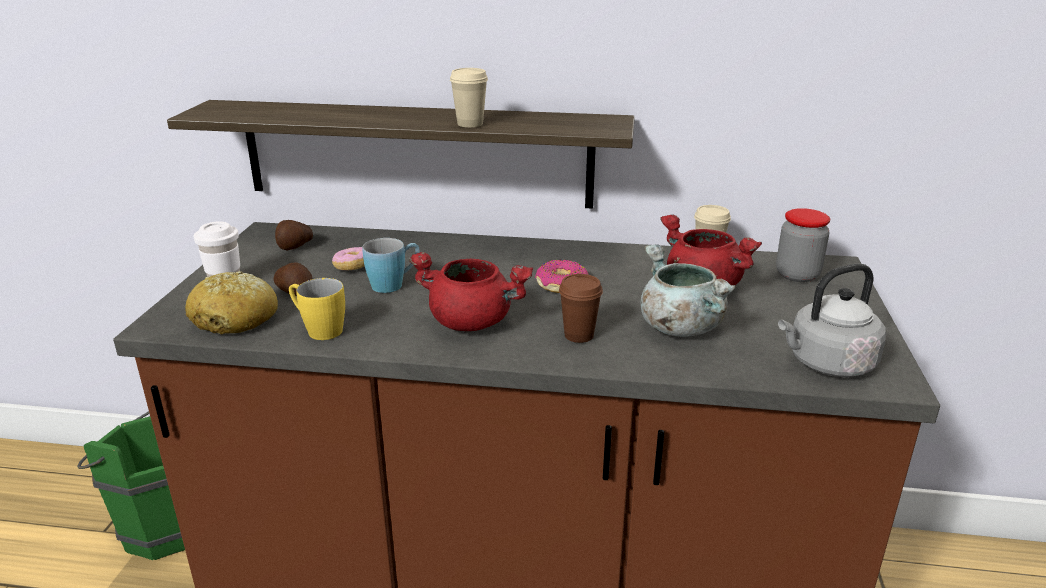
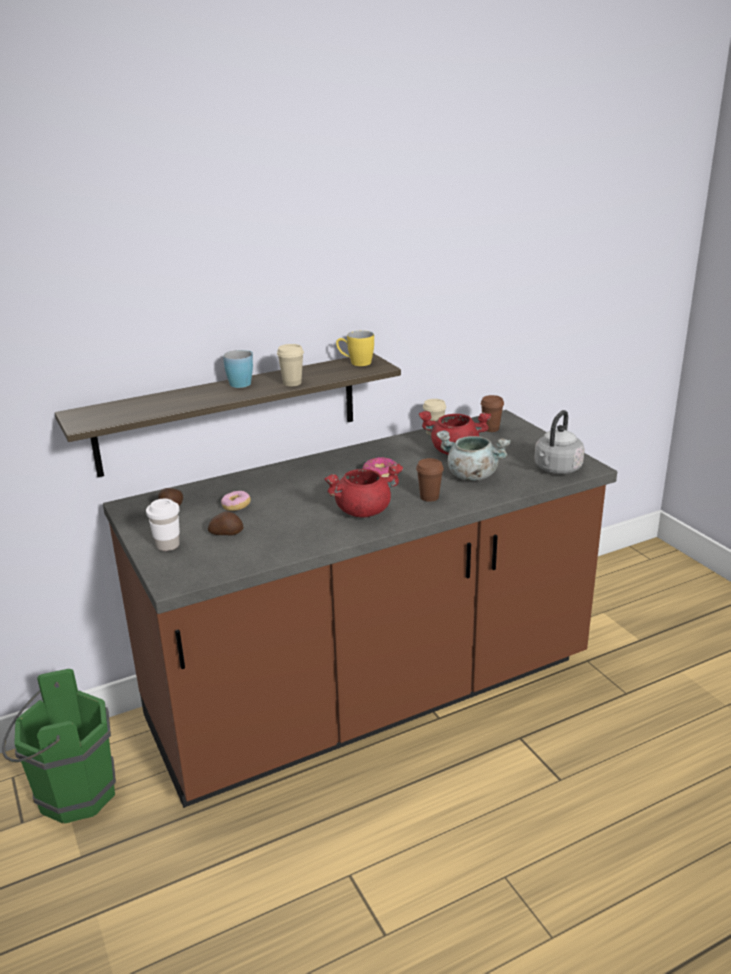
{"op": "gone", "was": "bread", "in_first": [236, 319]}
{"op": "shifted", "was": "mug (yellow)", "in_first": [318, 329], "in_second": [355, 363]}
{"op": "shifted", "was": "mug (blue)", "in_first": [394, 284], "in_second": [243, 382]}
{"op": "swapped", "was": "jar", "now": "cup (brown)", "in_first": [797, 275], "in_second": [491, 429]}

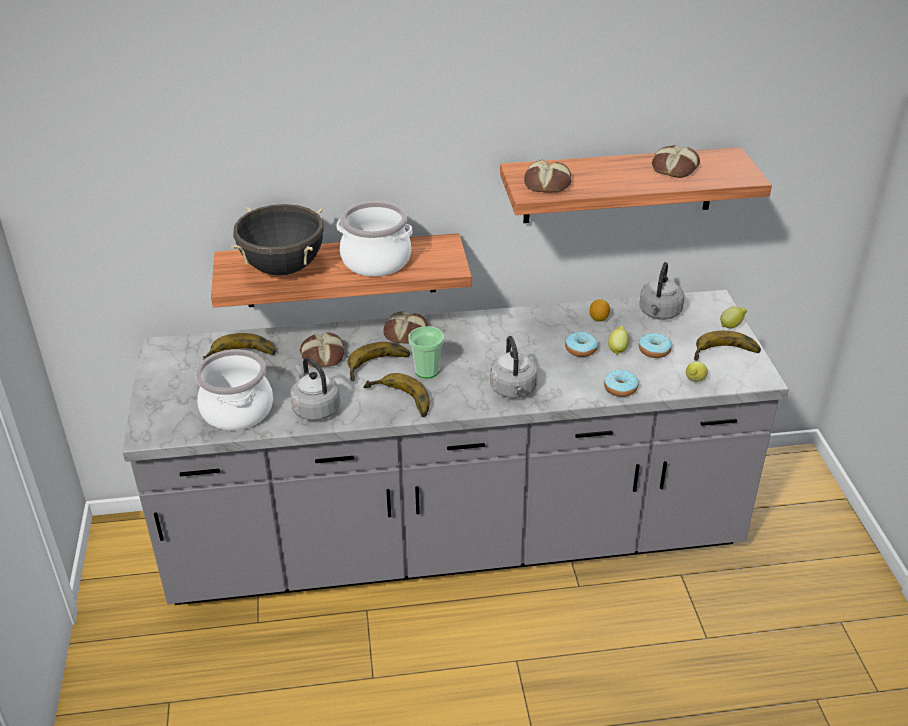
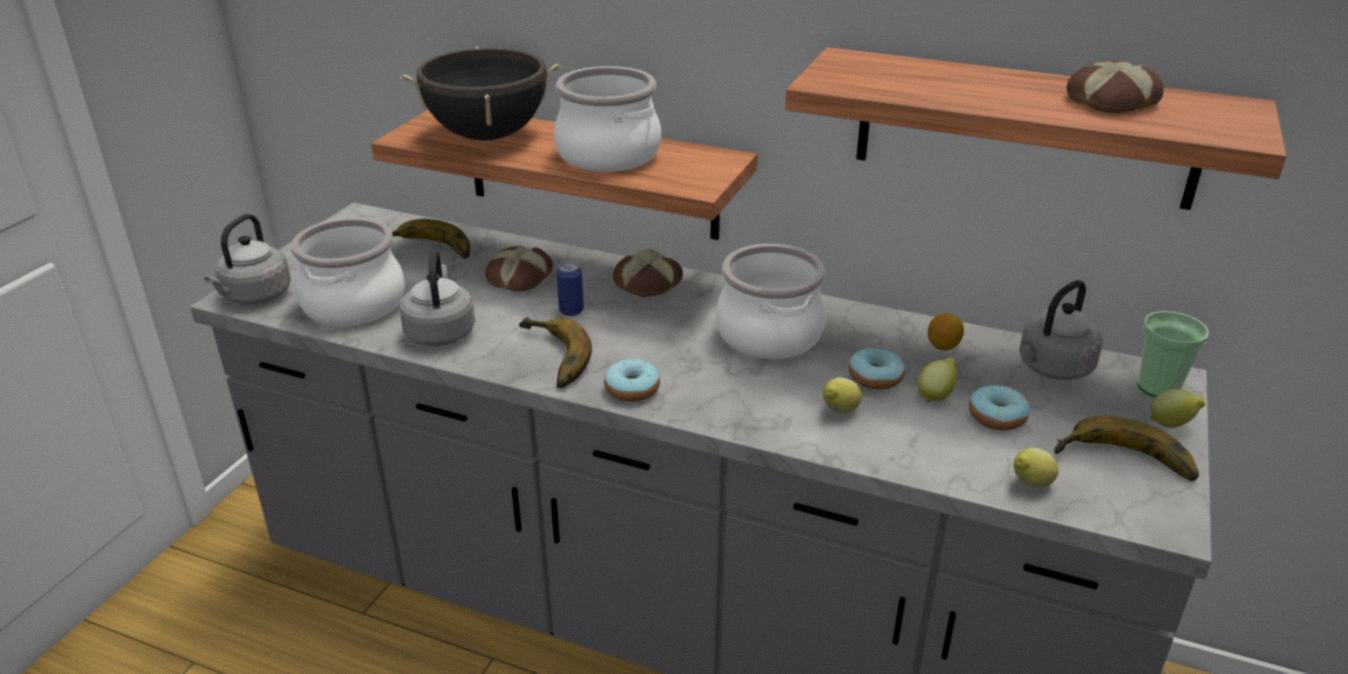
{"op": "gone", "was": "bread", "in_first": [548, 183]}
{"op": "new", "now": "cooking pot", "in_second": [768, 335]}
{"op": "new", "now": "lemon", "in_second": [838, 412]}
{"op": "shifted", "was": "cup", "in_first": [427, 371], "in_second": [1158, 387]}
{"op": "shifted", "was": "kettle (grey)", "in_first": [513, 390], "in_second": [255, 297]}
{"op": "shifted", "was": "donut", "in_first": [620, 388], "in_second": [632, 389]}
{"op": "swapped", "was": "banana", "now": "can", "in_first": [379, 367], "in_second": [571, 311]}

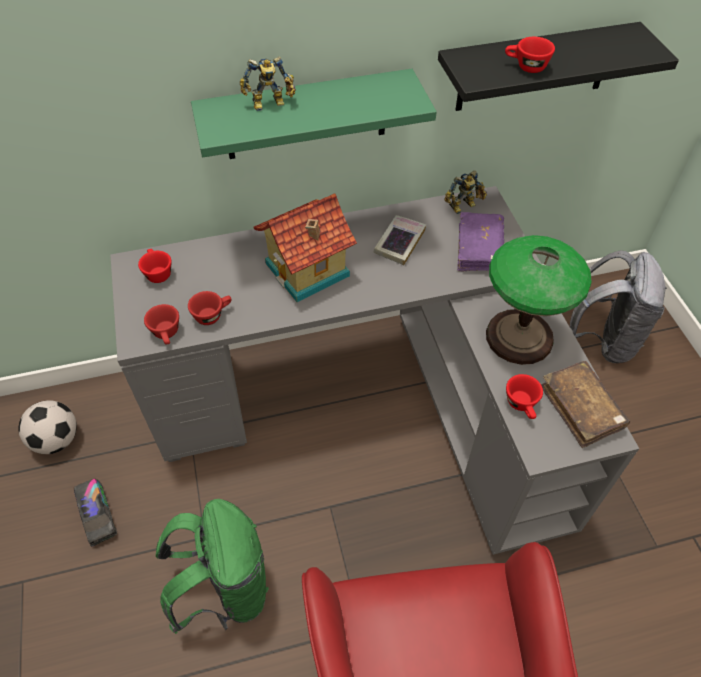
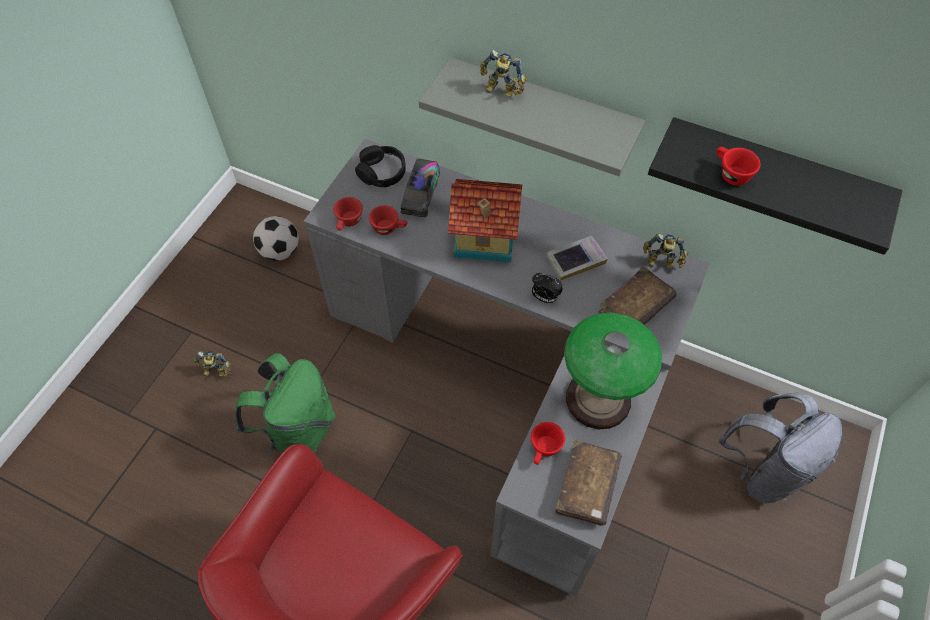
{"op": "new", "now": "toy robot", "in_second": [215, 372]}
{"op": "new", "now": "alarm clock", "in_second": [544, 298]}
{"op": "shifted", "was": "toy truck", "in_first": [98, 516], "in_second": [421, 195]}
{"op": "swapped", "was": "cup (red)", "now": "headphones (black)", "in_first": [157, 273], "in_second": [382, 172]}
{"op": "repainted", "was": "shelf (green)", "now": "shelf (grey)", "in_first": [306, 115], "in_second": [542, 112]}
{"op": "repainted", "was": "book (purple)", "now": "book (brown)", "in_first": [479, 249], "in_second": [635, 307]}

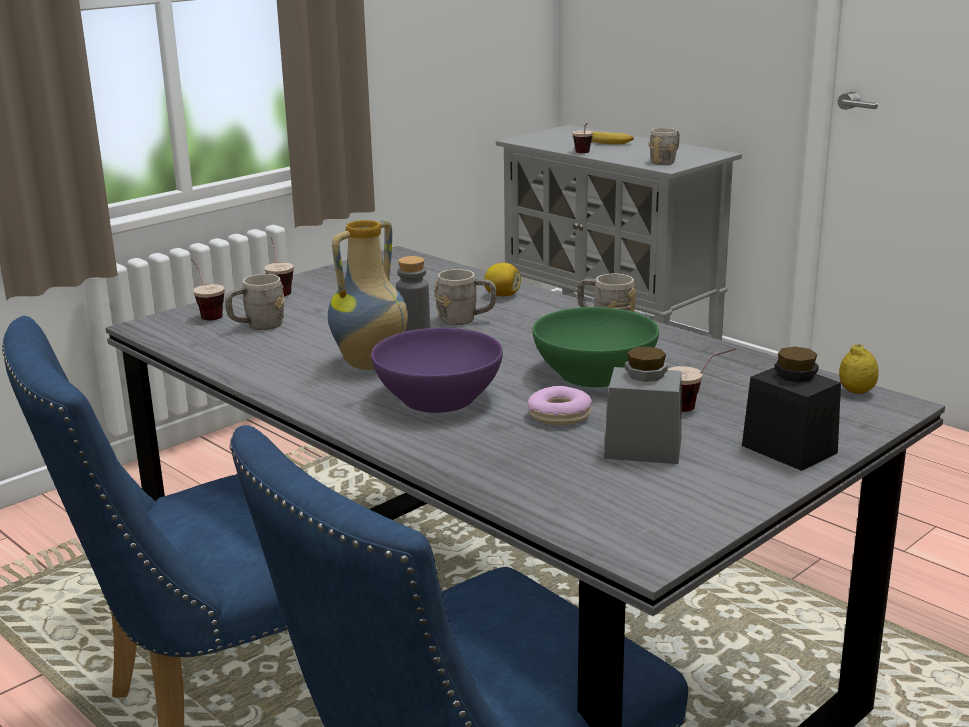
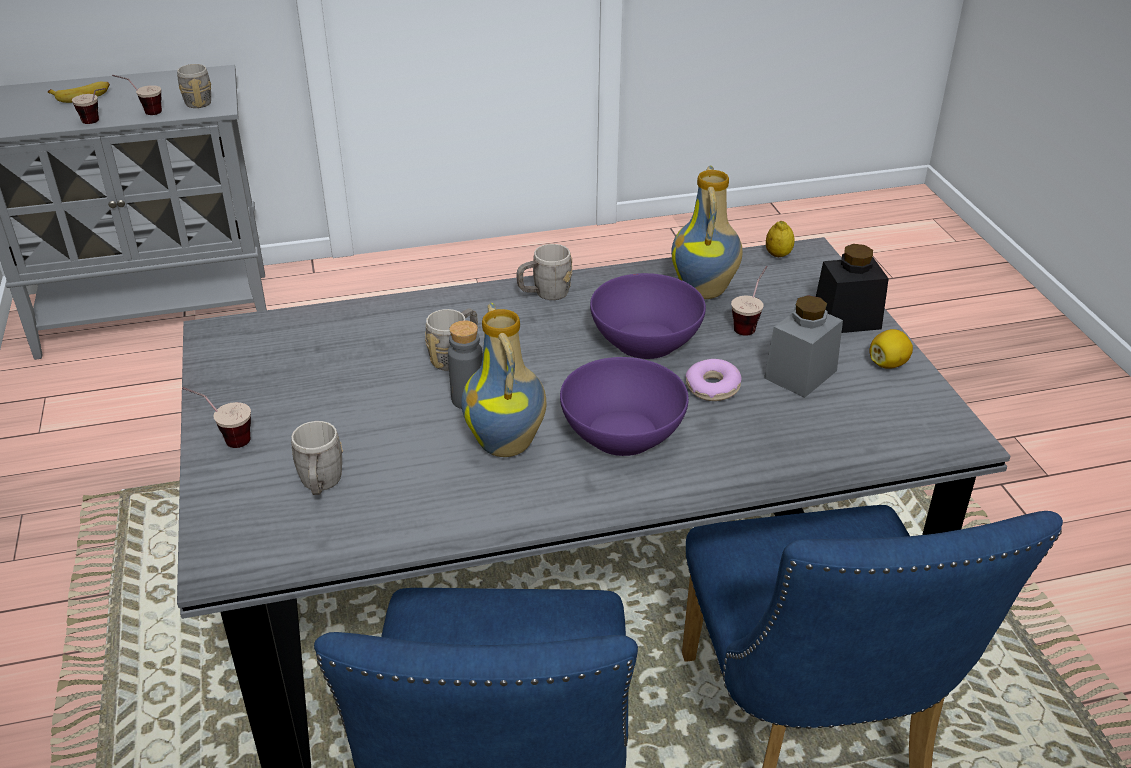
{"op": "new", "now": "vase", "in_second": [705, 291]}
{"op": "shifted", "was": "cup", "in_first": [207, 314], "in_second": [143, 112]}
{"op": "shifted", "was": "lemon", "in_first": [502, 295], "in_second": [888, 364]}
{"op": "repainted", "was": "bowl (green)", "now": "bowl (purple)", "in_first": [594, 373], "in_second": [645, 340]}

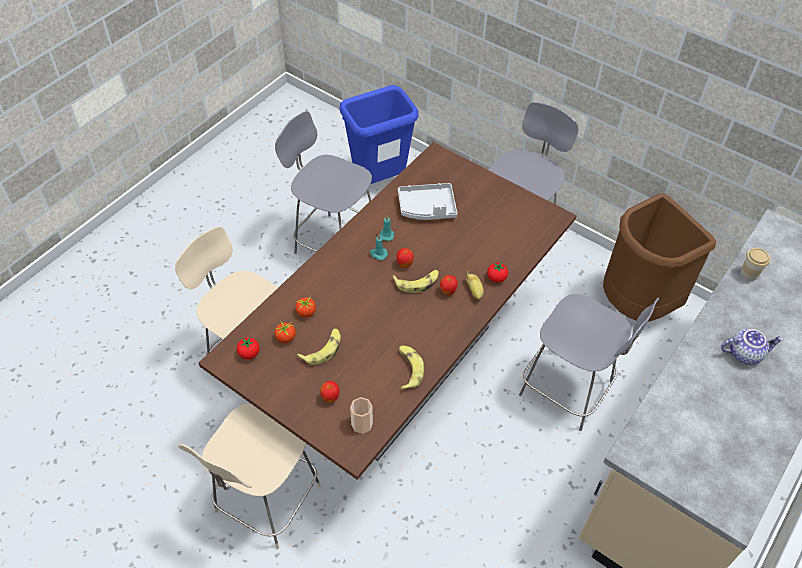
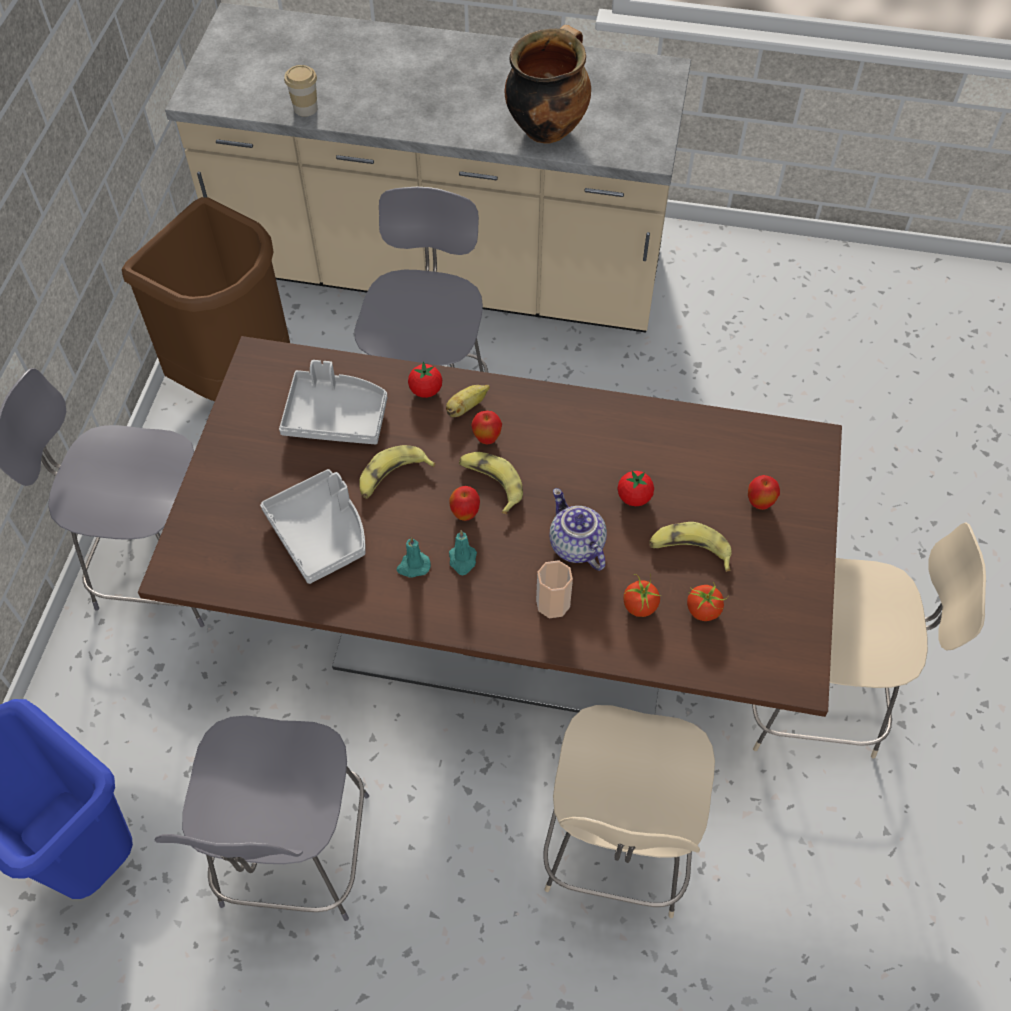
{"op": "new", "now": "tray (grey)", "in_second": [336, 416]}
{"op": "new", "now": "cooking pot", "in_second": [546, 128]}
{"op": "shifted", "was": "tomato", "in_first": [249, 354], "in_second": [634, 497]}
{"op": "shifted", "was": "cup", "in_first": [362, 424], "in_second": [553, 603]}
{"op": "shifted", "was": "banana", "in_first": [408, 369], "in_second": [392, 477]}
{"op": "shifted", "was": "teapot", "in_first": [744, 353], "in_second": [575, 545]}

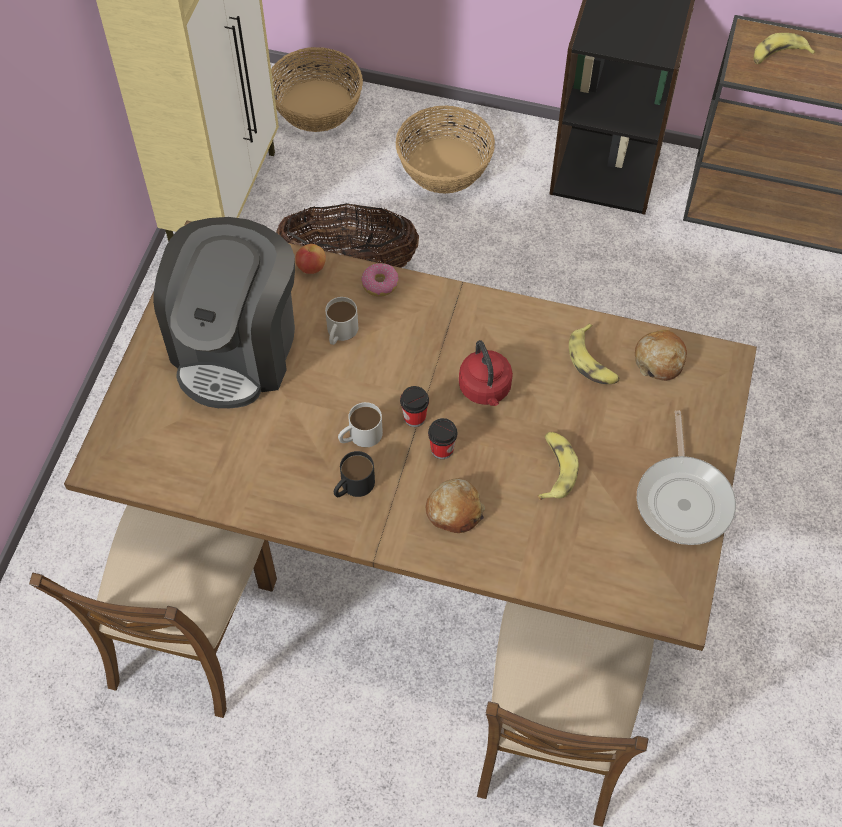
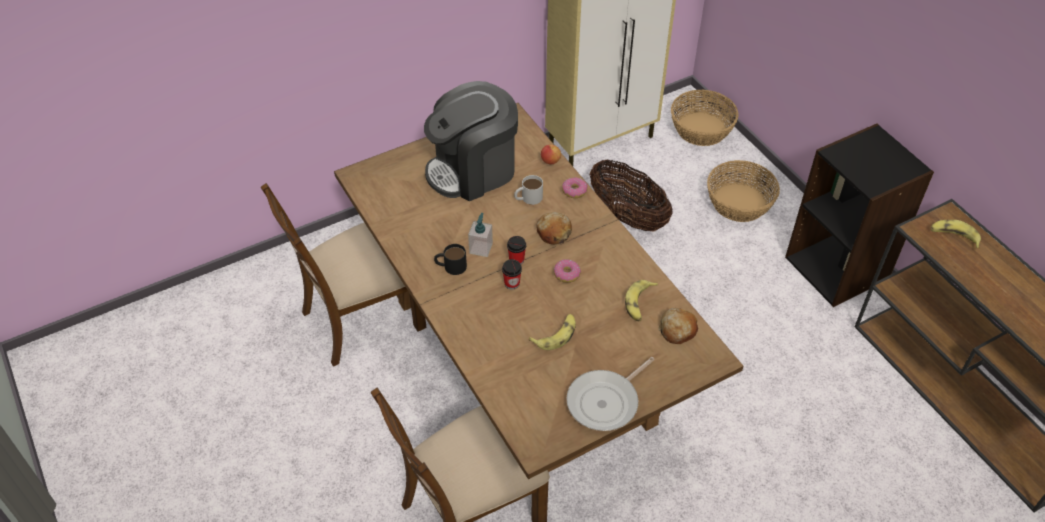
{"op": "shifted", "was": "bread", "in_first": [454, 510], "in_second": [554, 232]}
{"op": "swapped", "was": "mug (white)", "now": "soap dispenser", "in_first": [360, 436], "in_second": [481, 248]}
{"op": "swapped", "was": "kettle (red)", "now": "donut", "in_first": [485, 390], "in_second": [567, 274]}

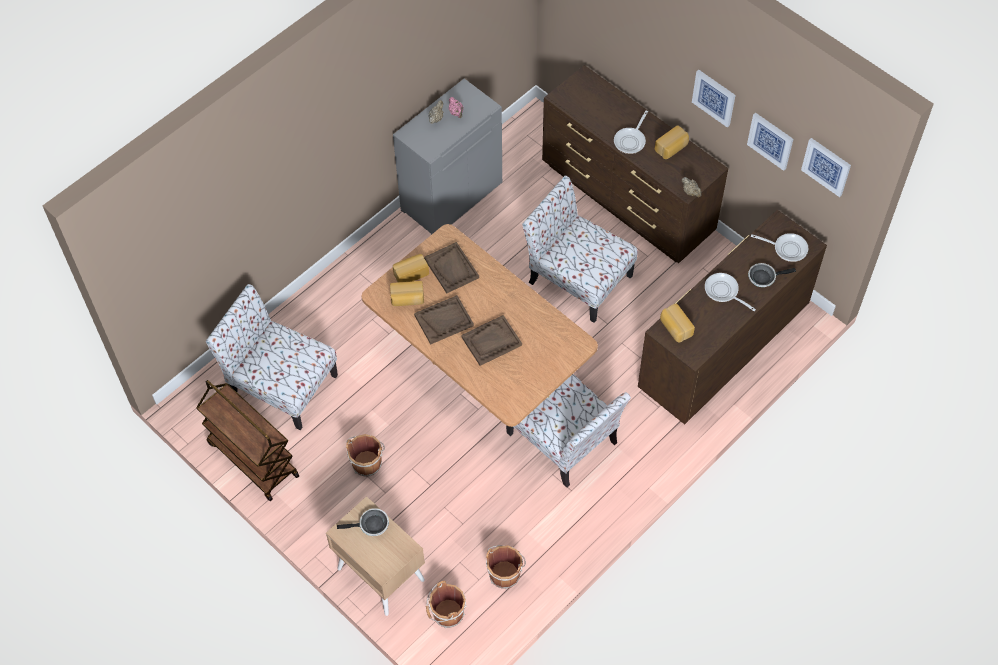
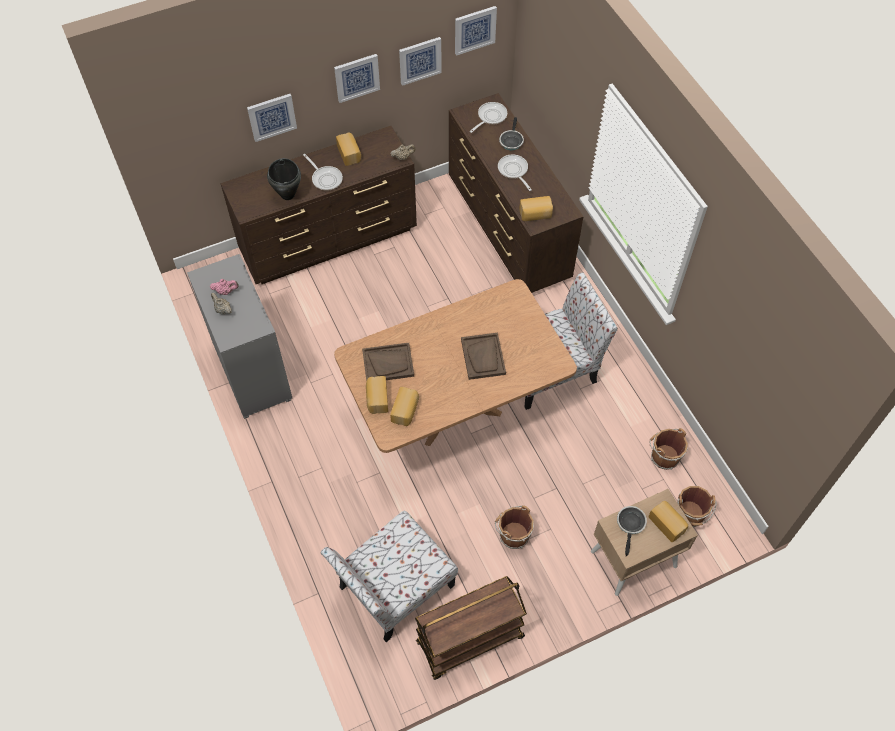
{"op": "gone", "was": "tray (brown)", "in_first": [444, 320]}
{"op": "gone", "was": "chair", "in_first": [578, 278]}
{"op": "new", "now": "picture", "in_second": [272, 116]}
{"op": "new", "now": "cooking pot (black)", "in_second": [288, 195]}
{"op": "new", "now": "bread", "in_second": [667, 524]}
{"op": "rotated", "was": "frying pan", "in_first": [723, 292], "in_second": [514, 171], "clockwise": 90}

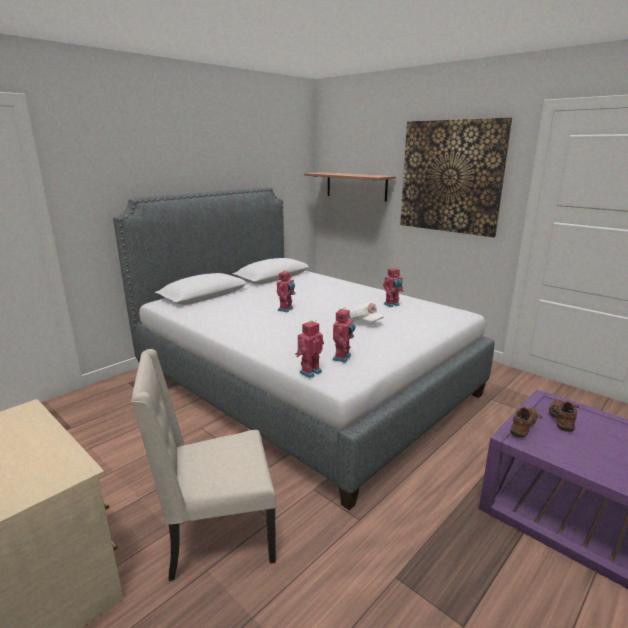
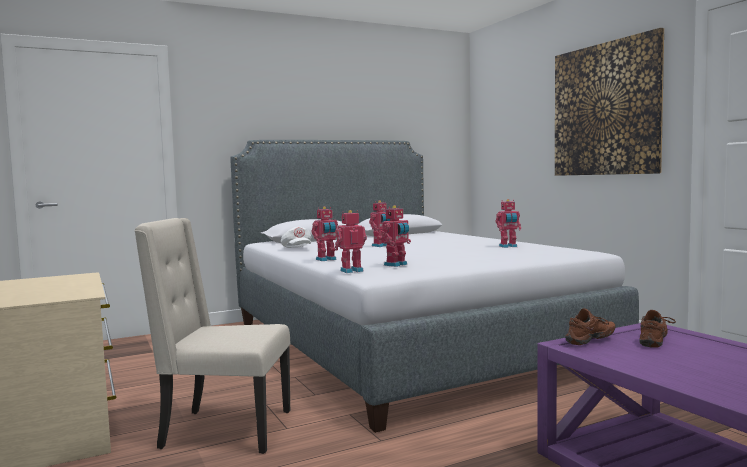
{"op": "gone", "was": "shelf", "in_first": [356, 186]}
{"op": "new", "now": "toy robot", "in_second": [326, 259]}
{"op": "shifted", "was": "cap (white)", "in_first": [364, 321], "in_second": [297, 249]}

